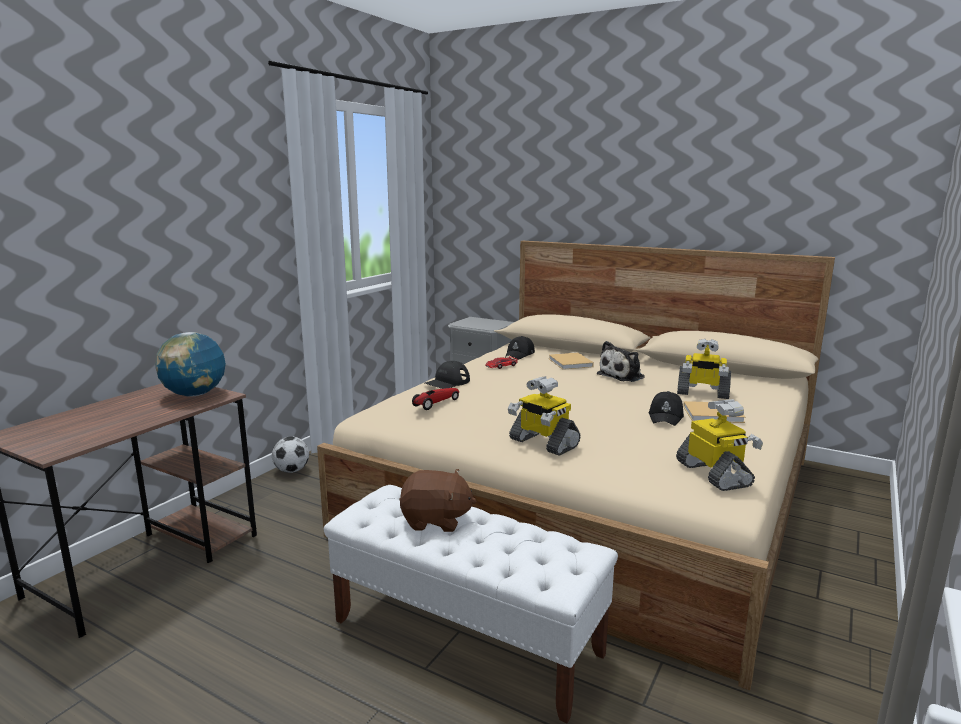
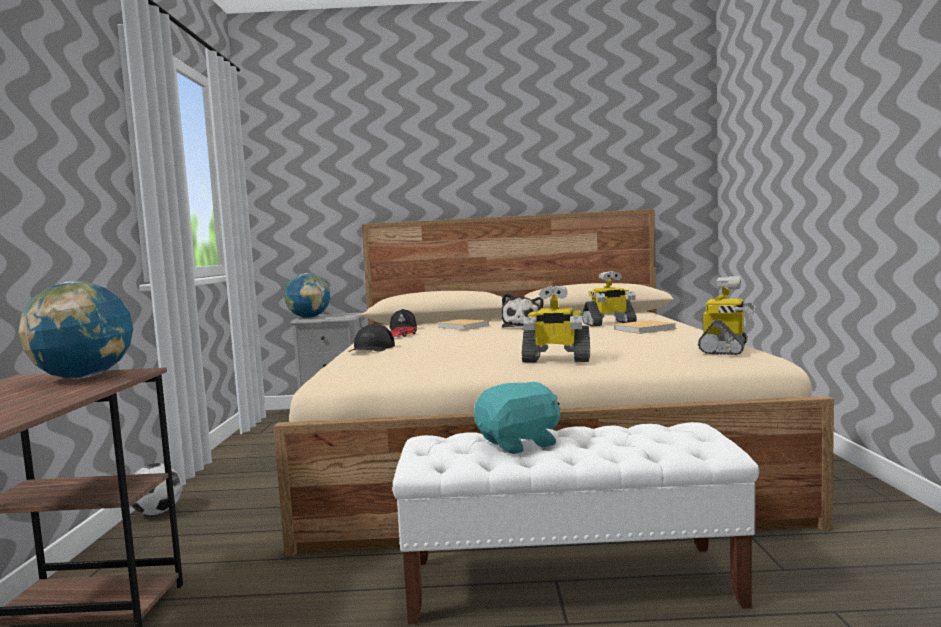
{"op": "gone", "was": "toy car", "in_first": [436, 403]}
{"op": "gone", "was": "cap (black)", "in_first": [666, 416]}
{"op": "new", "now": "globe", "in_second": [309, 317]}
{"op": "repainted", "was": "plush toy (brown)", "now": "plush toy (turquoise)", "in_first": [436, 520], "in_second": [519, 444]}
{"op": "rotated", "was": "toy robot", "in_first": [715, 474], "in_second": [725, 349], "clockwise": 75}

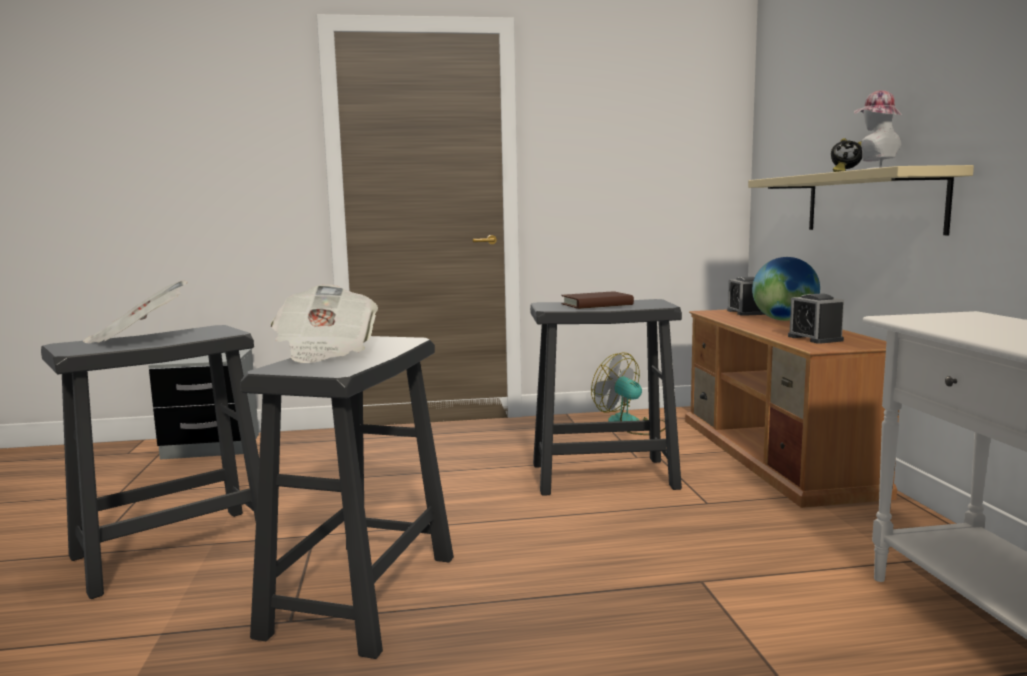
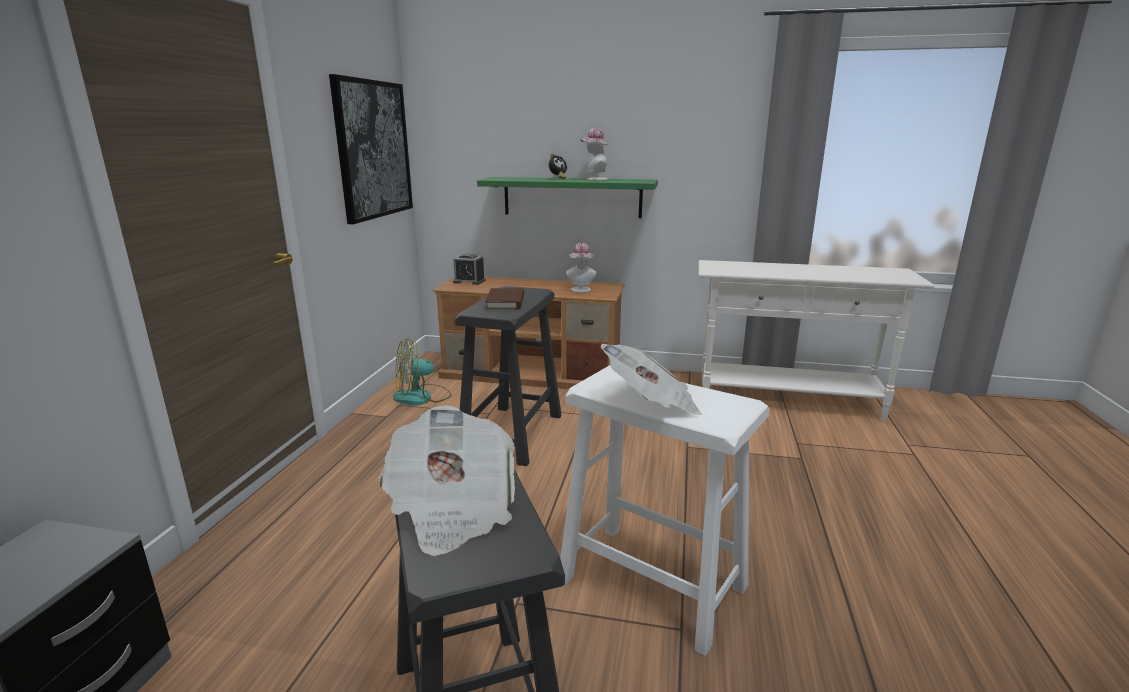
{"op": "gone", "was": "globe", "in_first": [784, 320]}
{"op": "new", "now": "picture", "in_second": [373, 150]}
{"op": "swapped", "was": "alarm clock", "now": "hat", "in_first": [815, 338], "in_second": [581, 290]}
{"op": "repainted", "was": "stool (black)", "now": "stool (white)", "in_first": [363, 594], "in_second": [651, 582]}
{"op": "repainted", "was": "shelf (beige)", "now": "shelf (green)", "in_first": [871, 202], "in_second": [572, 197]}

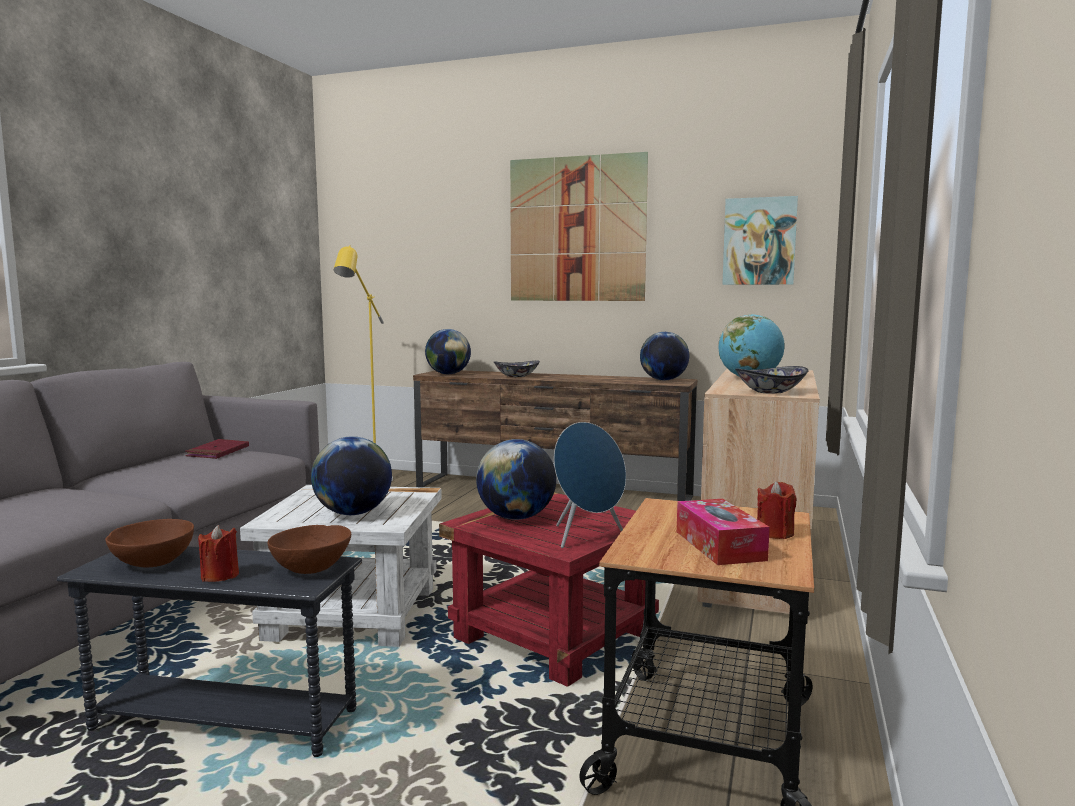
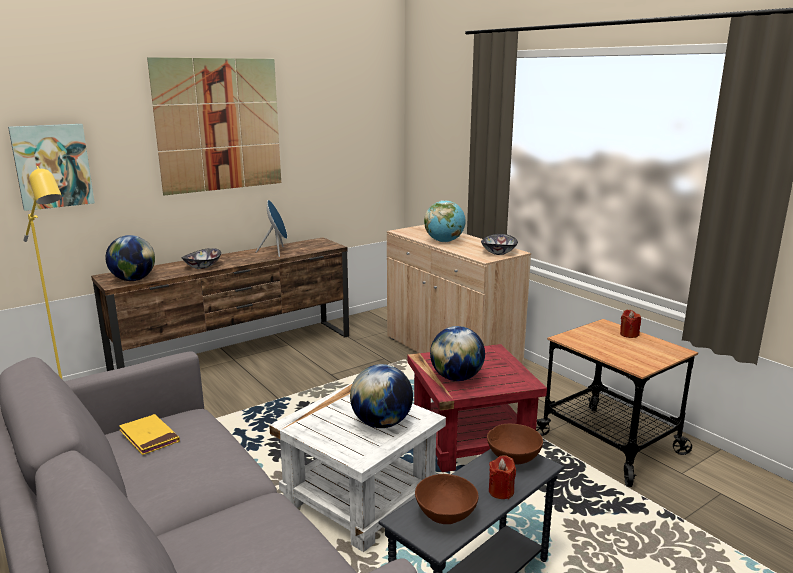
{"op": "gone", "was": "globe", "in_first": [663, 380]}
{"op": "gone", "was": "tissue box", "in_first": [719, 545]}
{"op": "shifted", "was": "speaker (blue)", "in_first": [587, 537], "in_second": [277, 252]}
{"op": "shifted", "was": "picture", "in_first": [759, 241], "in_second": [52, 166]}
{"op": "repainted", "was": "book (red)", "now": "book (yellow)", "in_first": [218, 452], "in_second": [149, 437]}

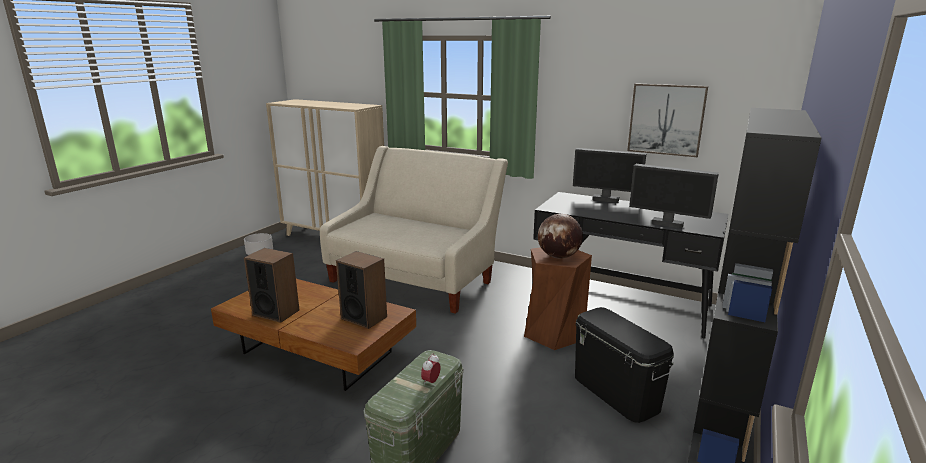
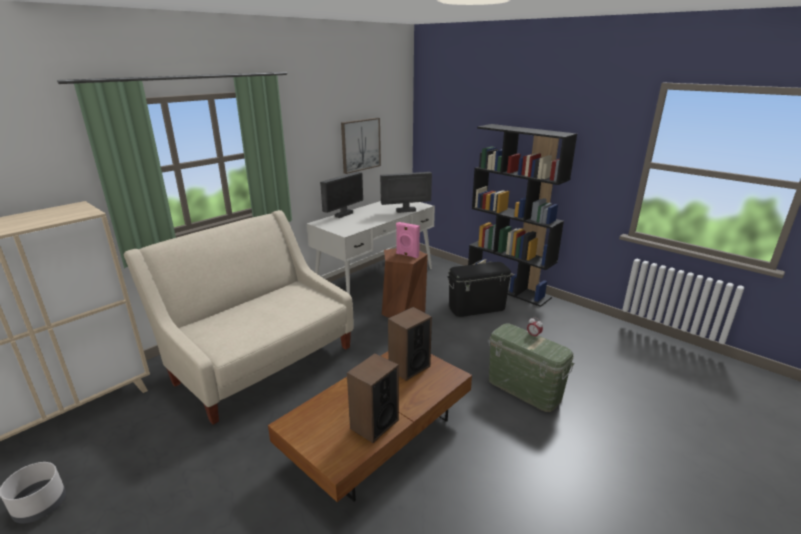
{"op": "swapped", "was": "globe", "now": "speaker (pink)", "in_first": [558, 257], "in_second": [407, 255]}
{"op": "repainted", "was": "desk (black)", "now": "desk (white)", "in_first": [620, 302], "in_second": [376, 279]}
{"op": "rotated", "was": "monitor", "in_first": [667, 224], "in_second": [406, 211], "clockwise": -150}

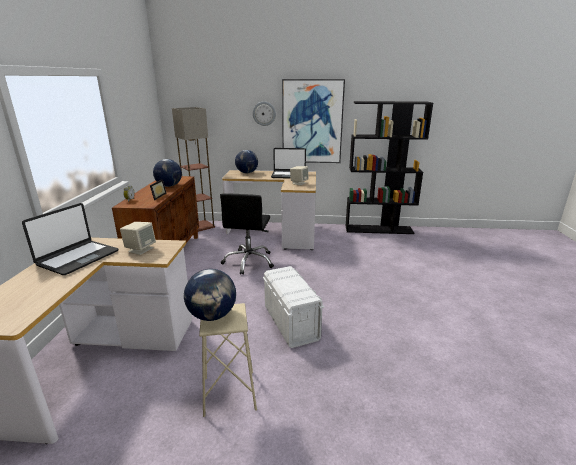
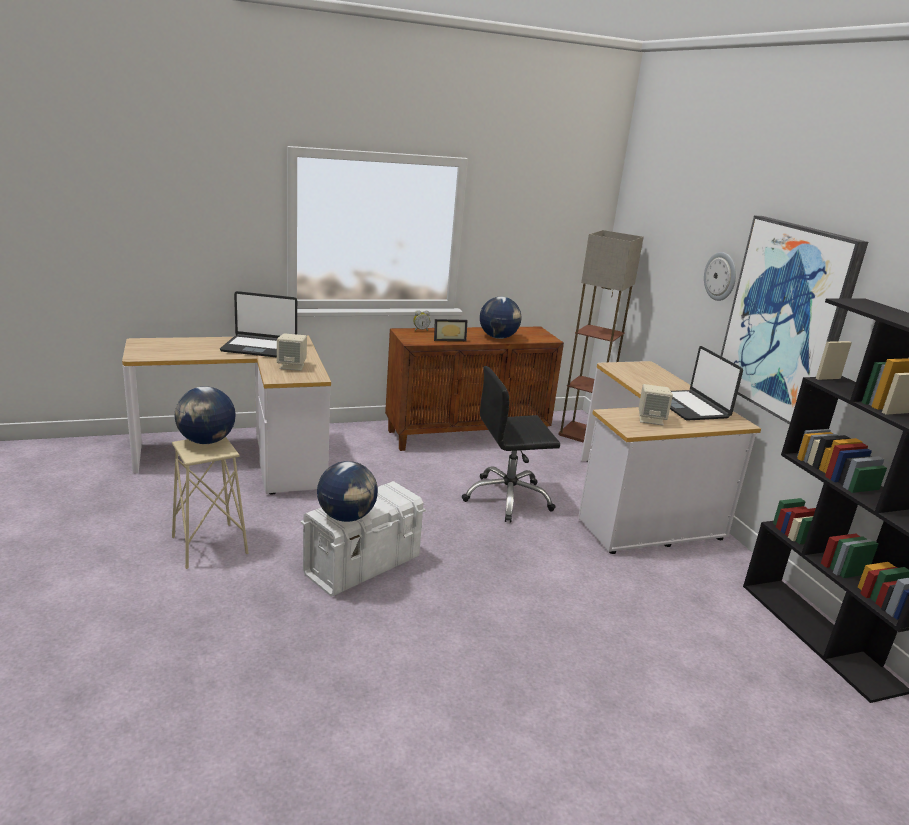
{"op": "shifted", "was": "globe", "in_first": [247, 173], "in_second": [347, 517]}

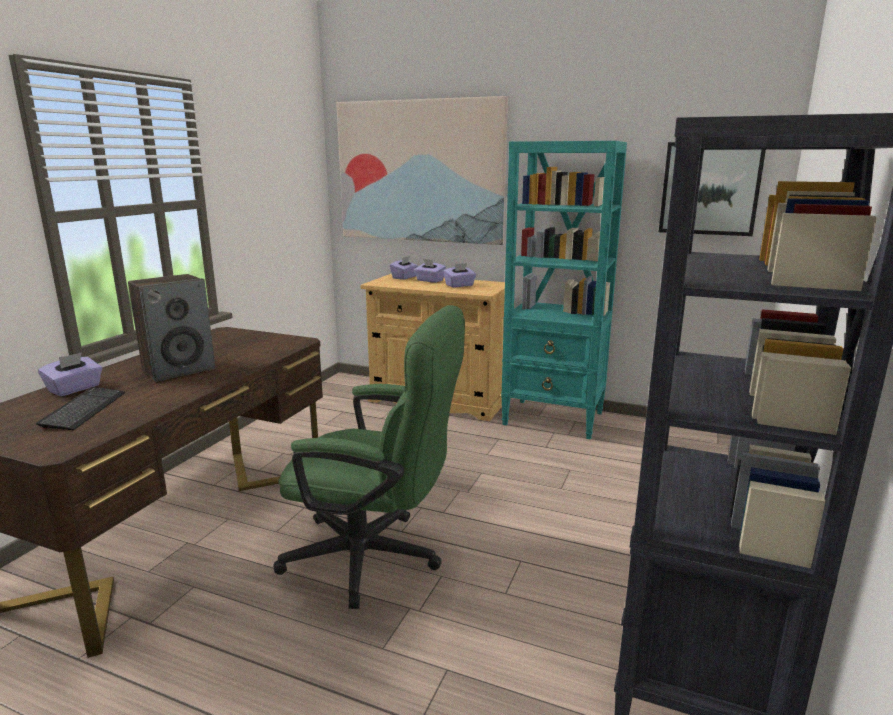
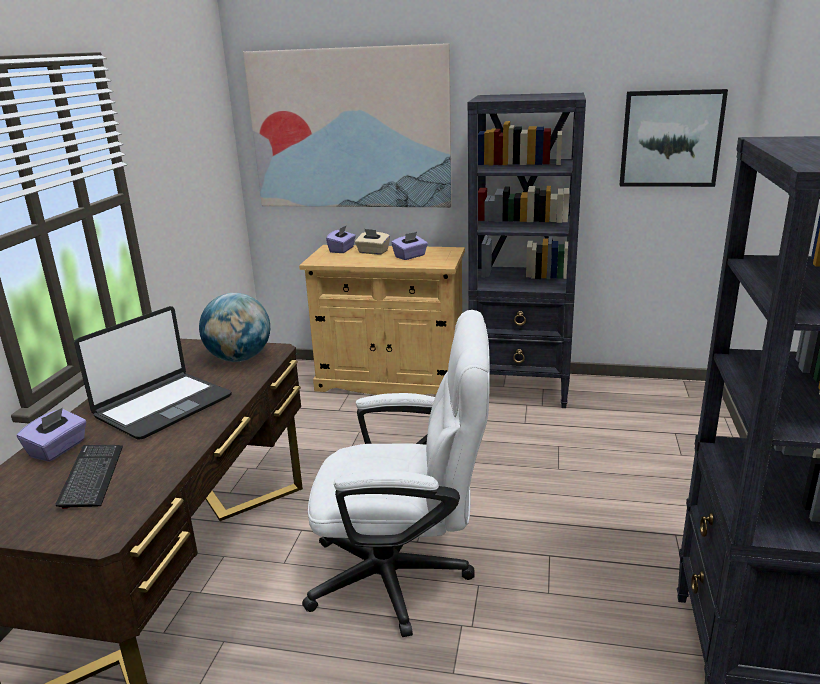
{"op": "new", "now": "globe", "in_second": [239, 359]}
{"op": "swapped", "was": "speaker", "now": "laptop", "in_first": [179, 369], "in_second": [162, 406]}
{"op": "repainted", "was": "office chair (green)", "now": "office chair (white)", "in_first": [376, 558], "in_second": [404, 577]}
{"op": "repainted", "was": "tissue box (purple)", "now": "tissue box (beige)", "in_first": [429, 280], "in_second": [373, 252]}
{"op": "repainted", "was": "bookcase (turquoise)", "now": "bookcase (black)", "in_first": [554, 419], "in_second": [521, 389]}

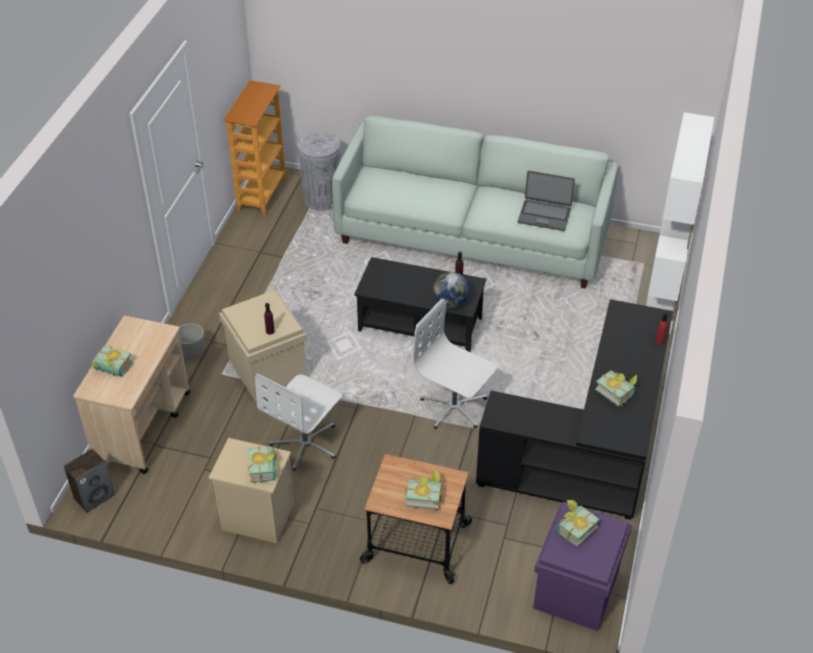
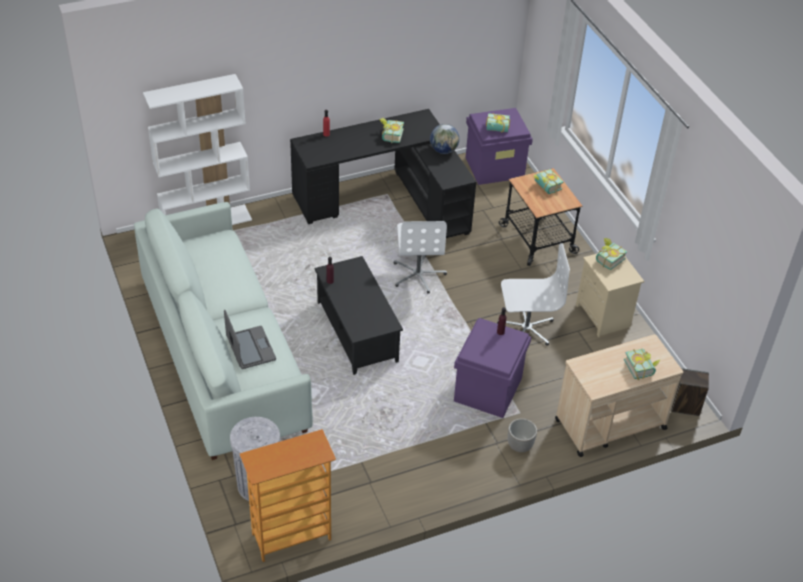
{"op": "shifted", "was": "globe", "in_first": [450, 303], "in_second": [443, 150]}
{"op": "shifted", "was": "laptop", "in_first": [544, 215], "in_second": [250, 348]}
{"op": "repainted", "was": "storage box (beige)", "now": "storage box (purple)", "in_first": [267, 369], "in_second": [488, 390]}

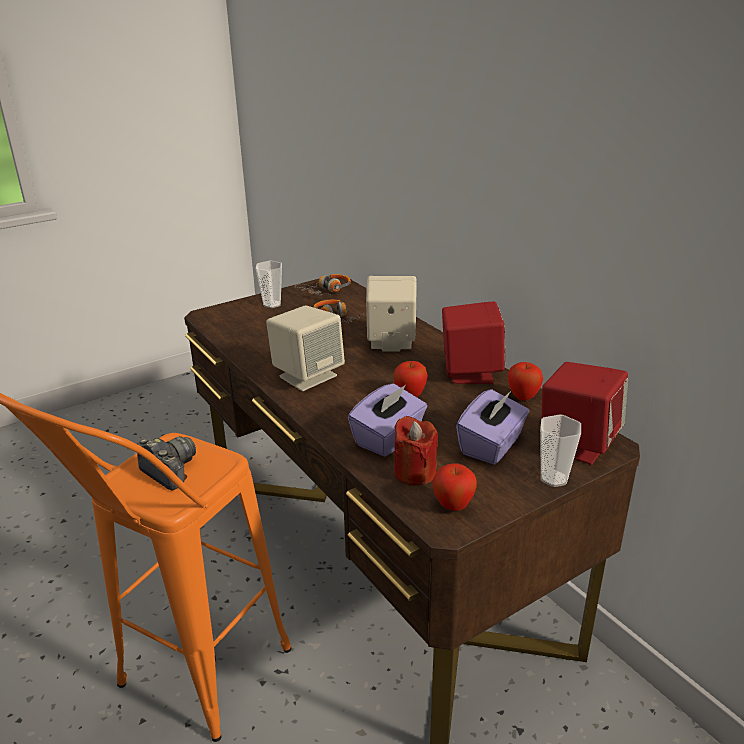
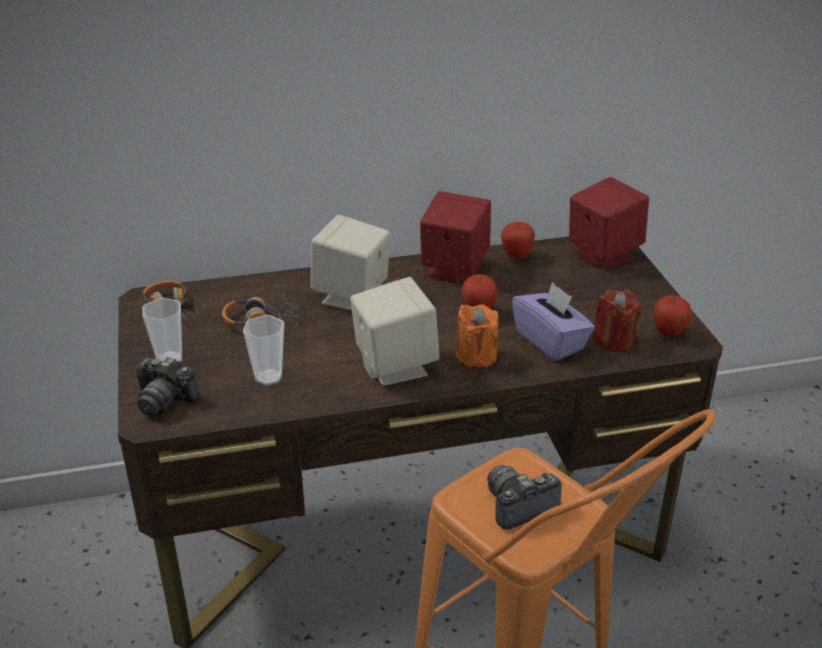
{"op": "gone", "was": "tissue box (purple)", "in_first": [492, 445]}
{"op": "new", "now": "photo camera", "in_second": [164, 399]}
{"op": "new", "now": "candle (orange)", "in_second": [476, 356]}
{"op": "shifted", "was": "cup", "in_first": [553, 478], "in_second": [268, 377]}

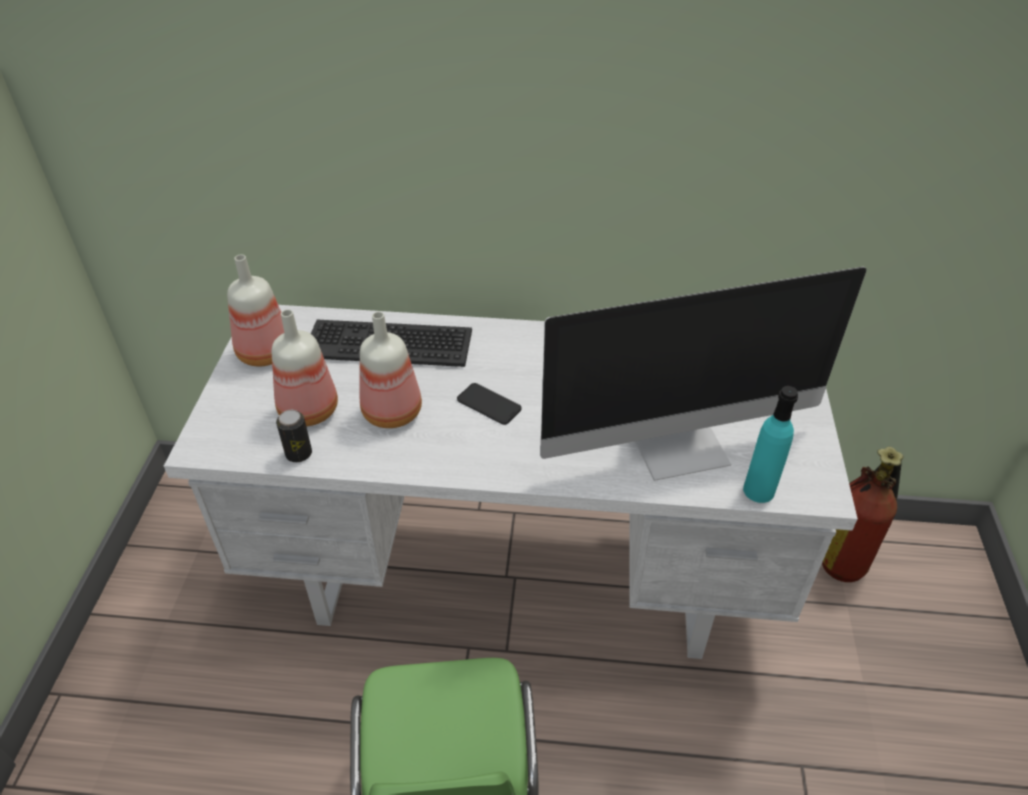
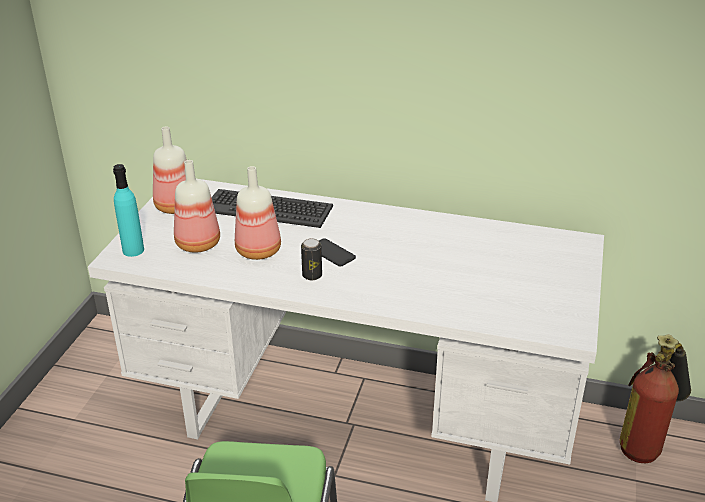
{"op": "gone", "was": "monitor", "in_first": [680, 445]}
{"op": "shifted", "was": "can", "in_first": [299, 454], "in_second": [312, 275]}
{"op": "shifted", "was": "bottle (turquoise)", "in_first": [759, 490], "in_second": [133, 250]}

